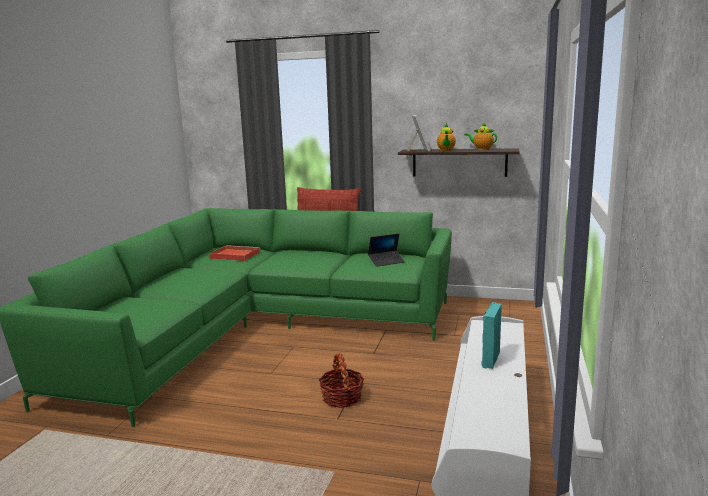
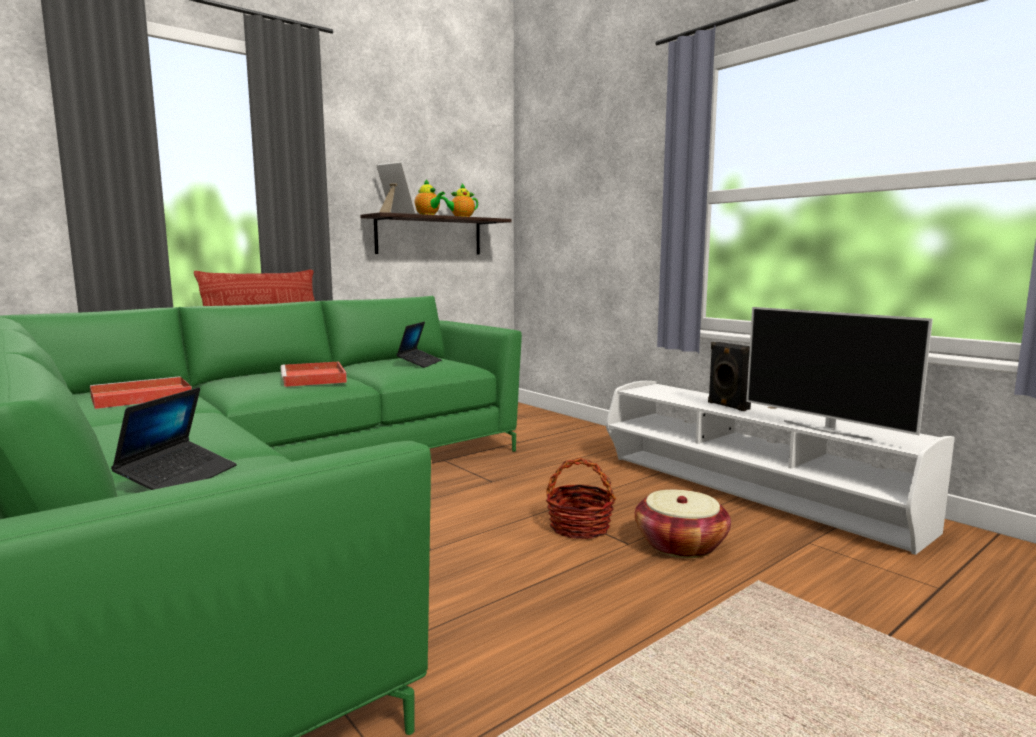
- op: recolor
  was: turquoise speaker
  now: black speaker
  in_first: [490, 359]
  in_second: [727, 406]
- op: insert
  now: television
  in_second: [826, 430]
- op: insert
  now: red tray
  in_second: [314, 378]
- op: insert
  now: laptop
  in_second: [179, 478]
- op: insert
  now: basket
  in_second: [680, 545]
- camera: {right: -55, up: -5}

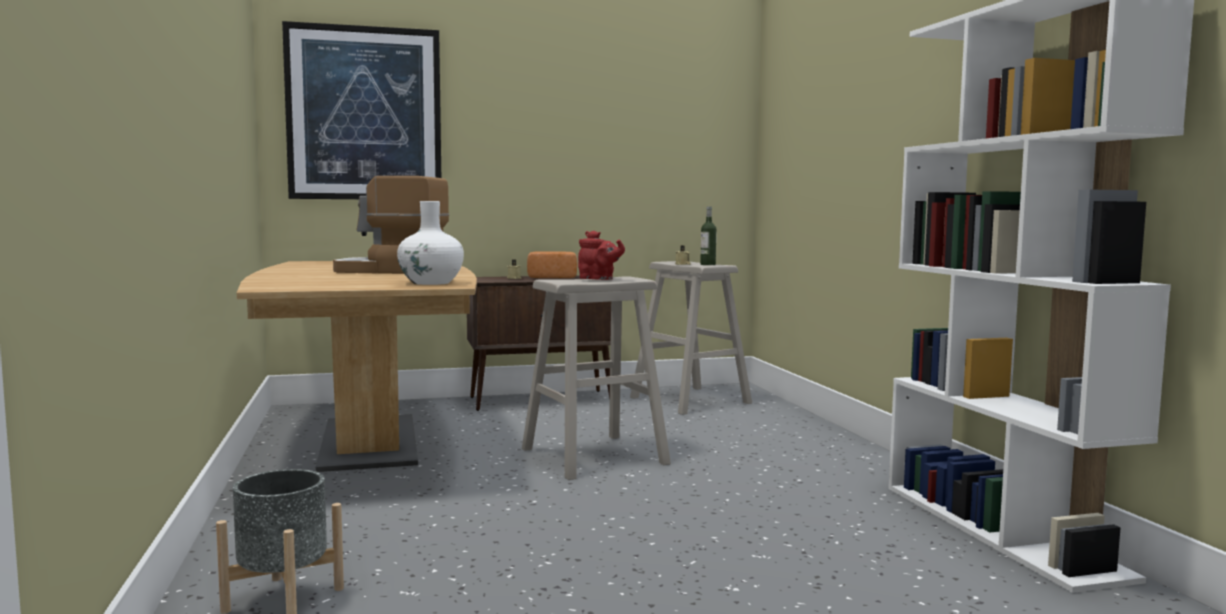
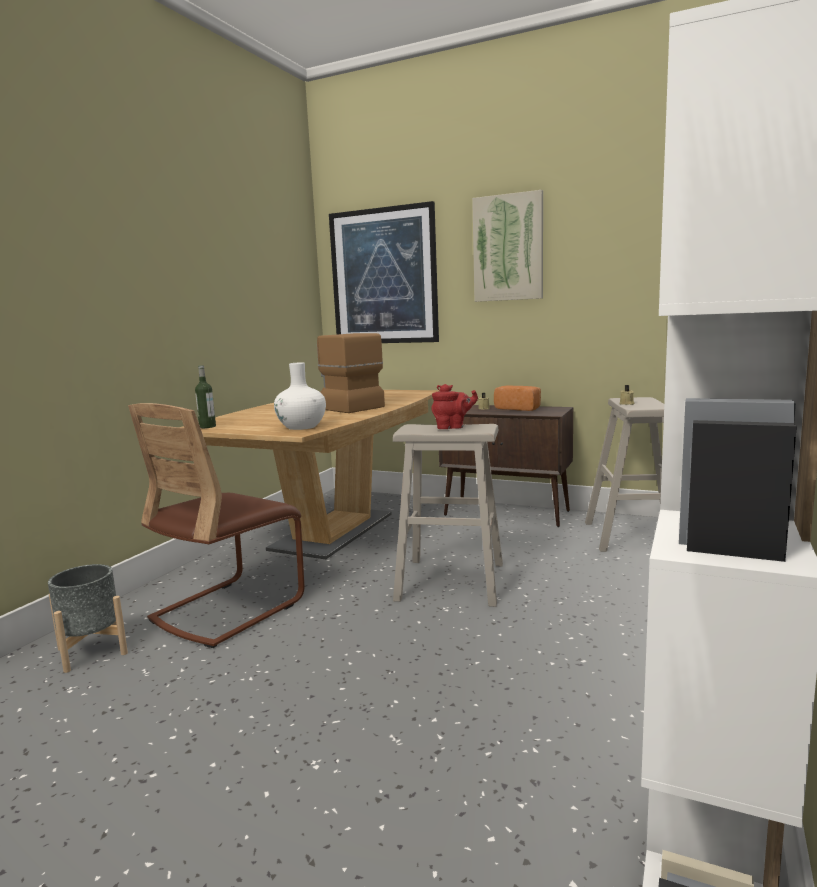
- op: move
  was: bottle
  in_first: [708, 264]
  in_second: [207, 427]
- op: rotate
  was: red teapot
  in_first: [599, 279]
  in_second: [453, 427]
  clockwise: -75
- op: insert
  now: picture
  in_second: [508, 248]
- op: insert
  now: brown chair
  in_second: [228, 609]
- camera: {right: 40, up: 5}

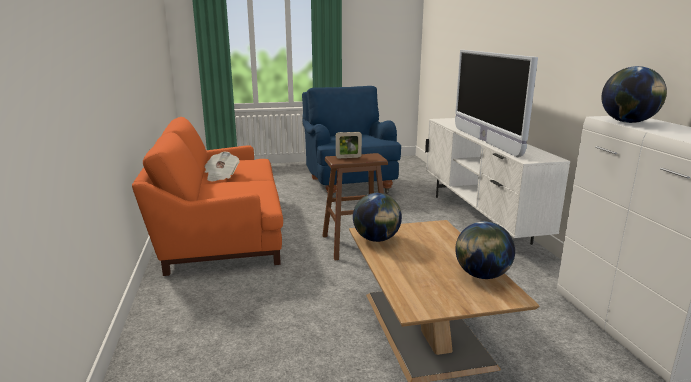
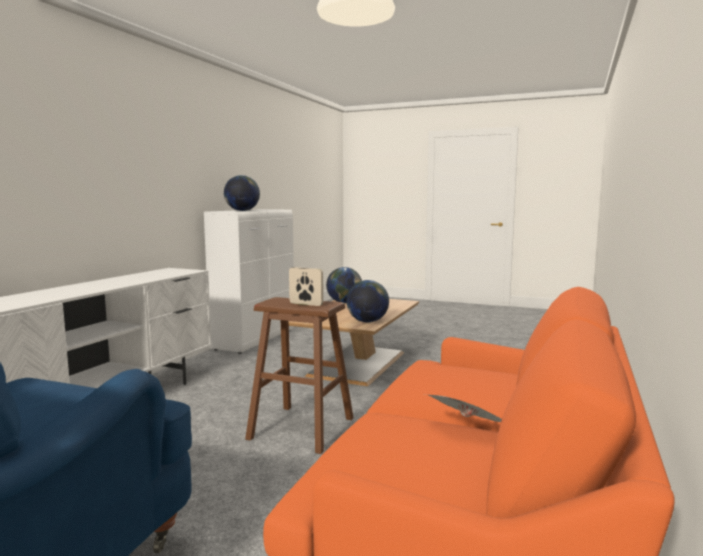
- op: delete
  was: television
  in_first: [485, 141]
- camera: {right: -145, up: -10}

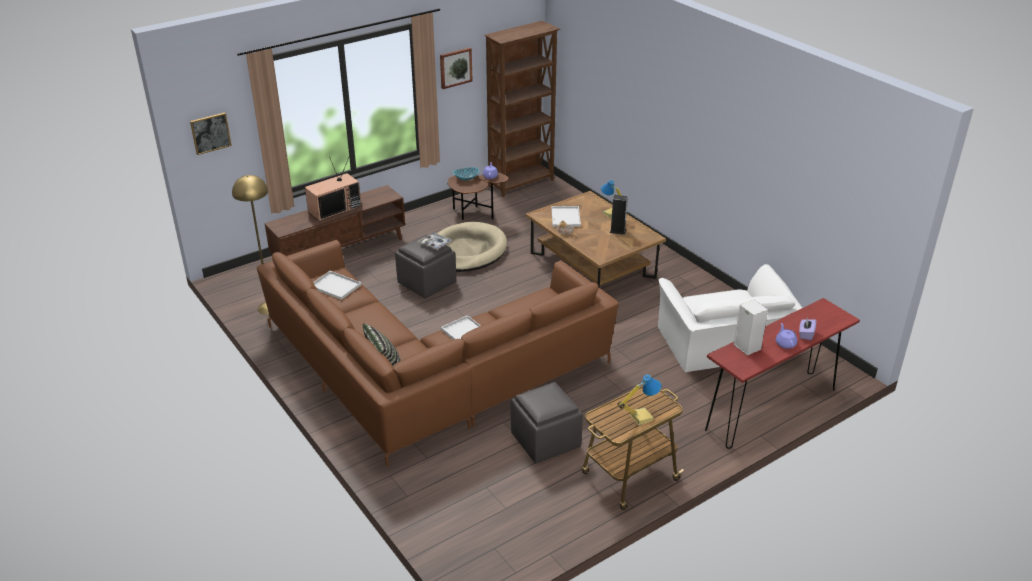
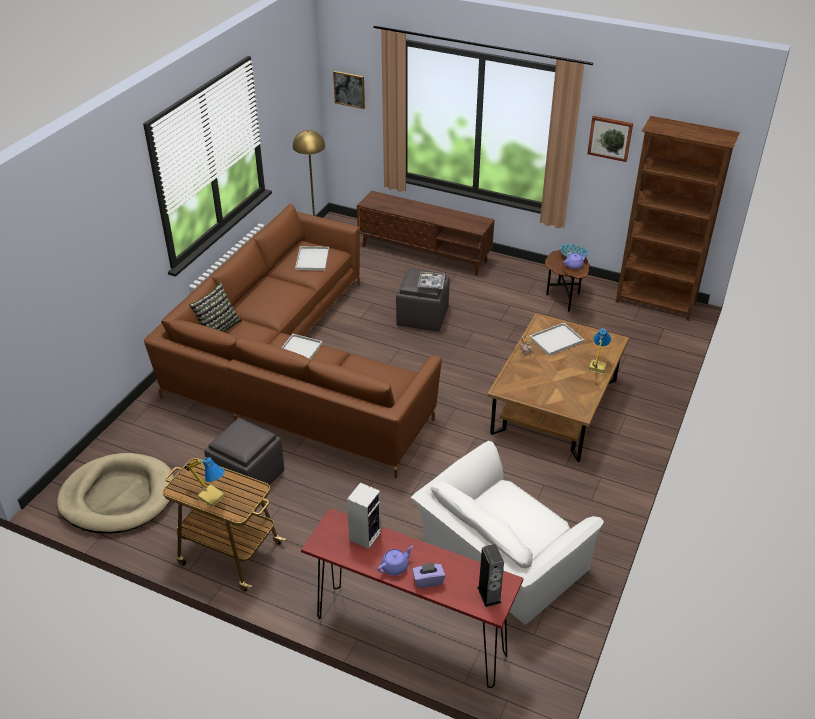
- op: delete
  was: television
  in_first: [335, 208]
- op: move
  was: speaker
  in_first: [618, 231]
  in_second: [489, 595]
- op: move
  was: beige dog bed
  in_first: [467, 251]
  in_second: [118, 497]
- camera: {right: 60, up: 5}

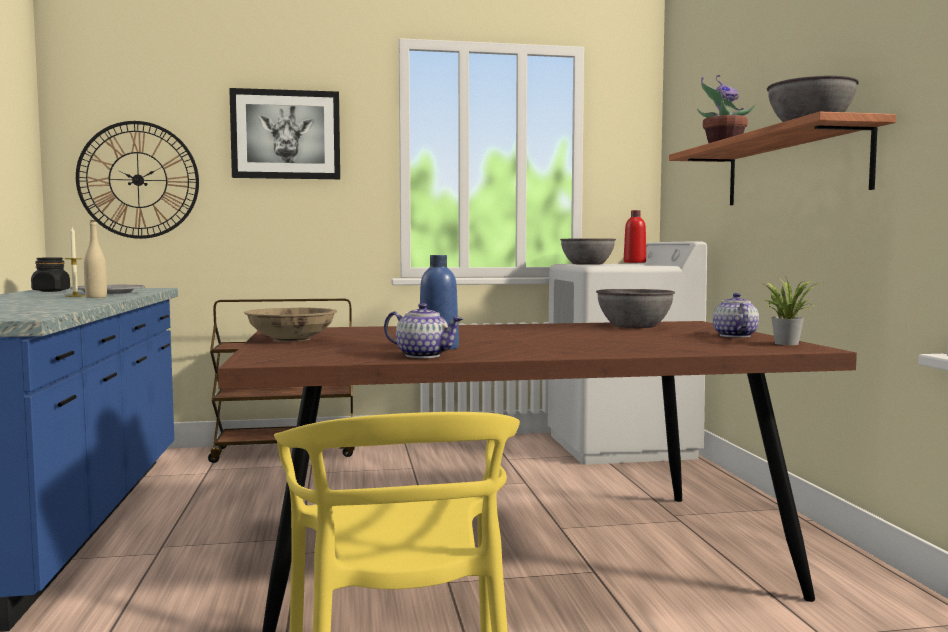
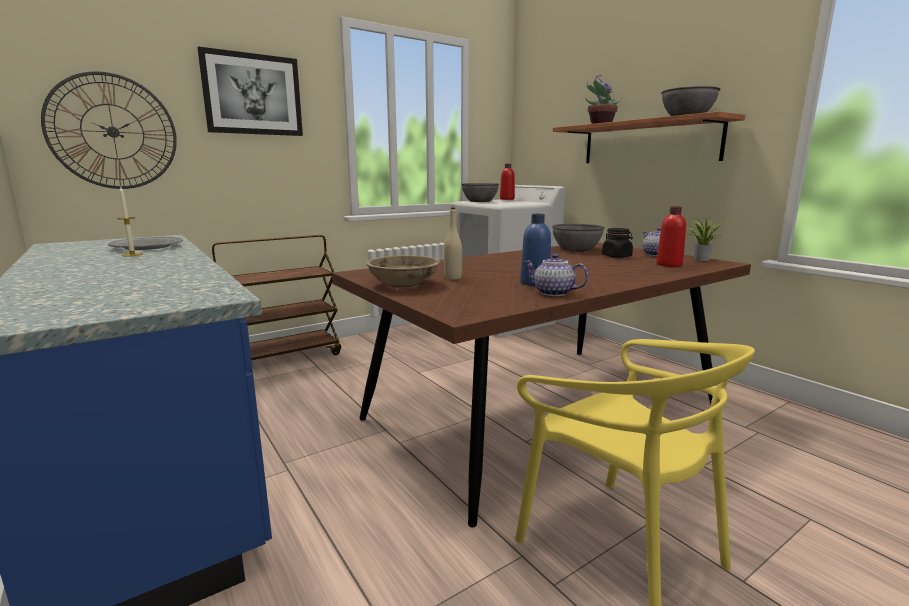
- op: move
  was: beige bottle
  in_first: [96, 297]
  in_second: [453, 278]
- op: move
  was: black jar
  in_first: [51, 291]
  in_second: [616, 256]
- op: rotate
  was: teapot
  in_first: [424, 355]
  in_second: [552, 293]
  clockwise: -150
- op: insert
  now: red bottle
  in_second: [669, 264]
- camera: {right: -25, up: 10}

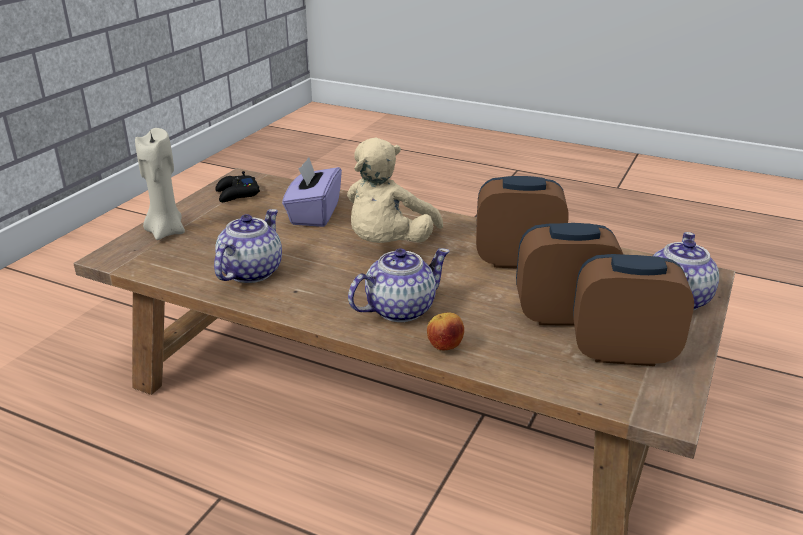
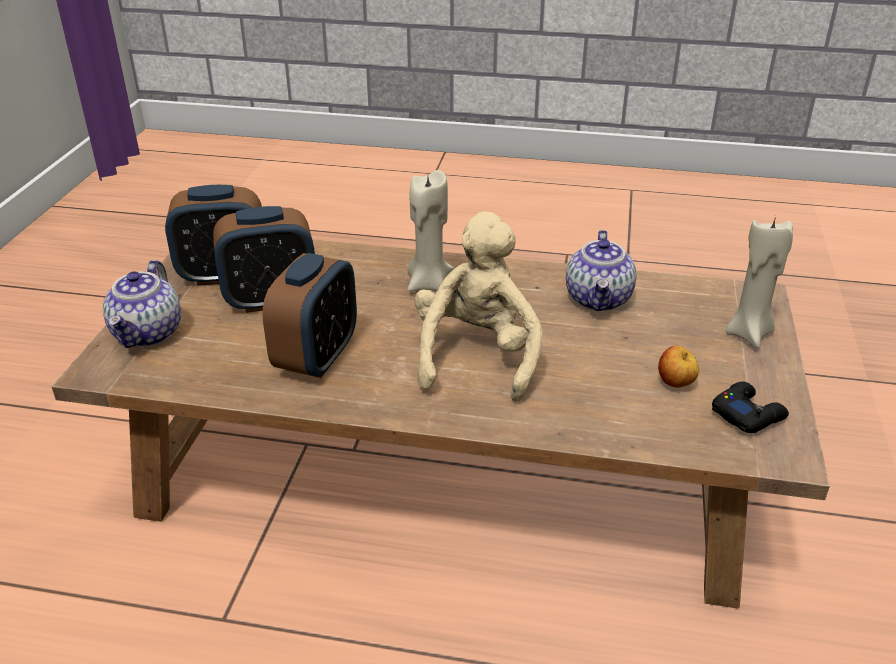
- op: delete
  was: purple tissue box
  in_first: [314, 214]
- op: rotate
  was: alarm clock
  in_first: [517, 260]
  in_second: [317, 357]
  clockwise: -60
- op: replace
  was: teapot
  now: beige candle
  in_first: [399, 309]
  in_second: [428, 283]
- op: move
  was: apple
  in_first: [444, 347]
  in_second: [675, 384]
- camera: {right: 165, up: 5}

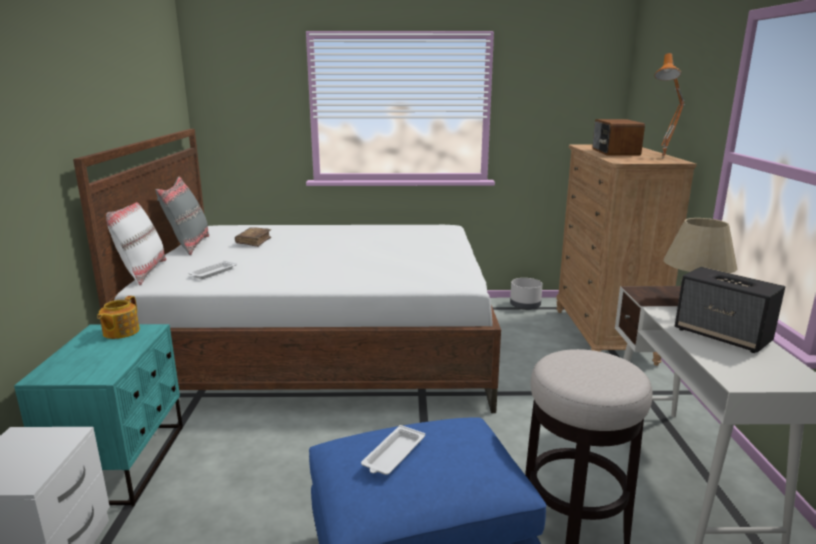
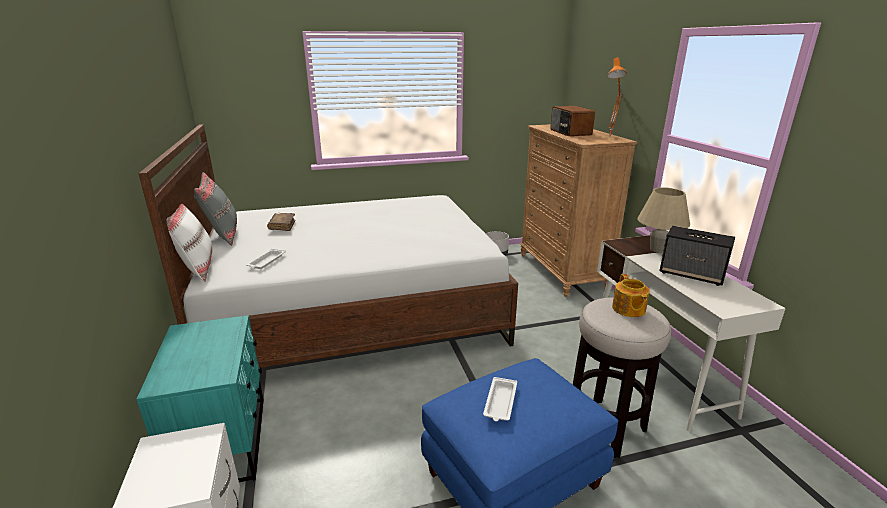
- op: move
  was: teapot
  in_first: [120, 332]
  in_second: [628, 309]
- camera: {right: -15, up: 5}

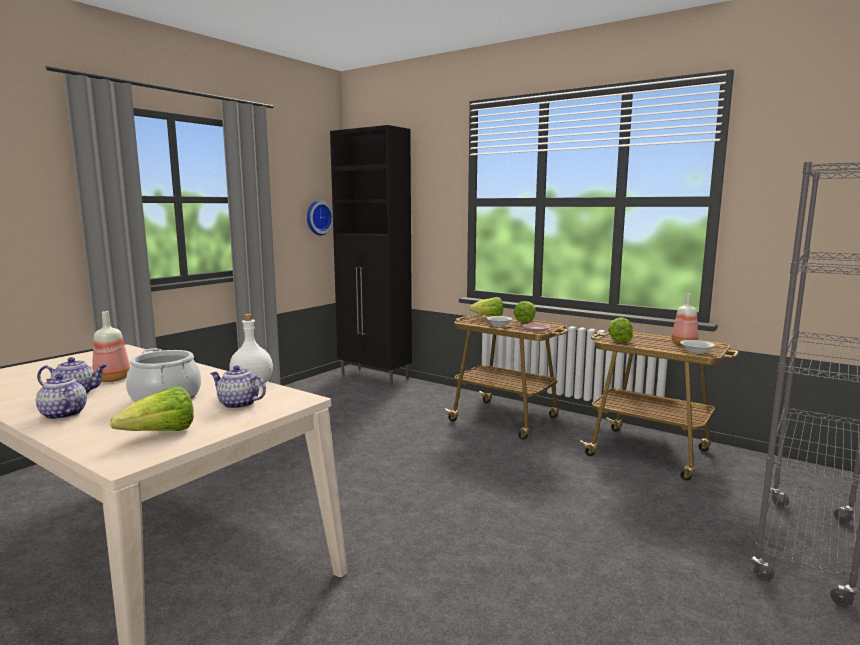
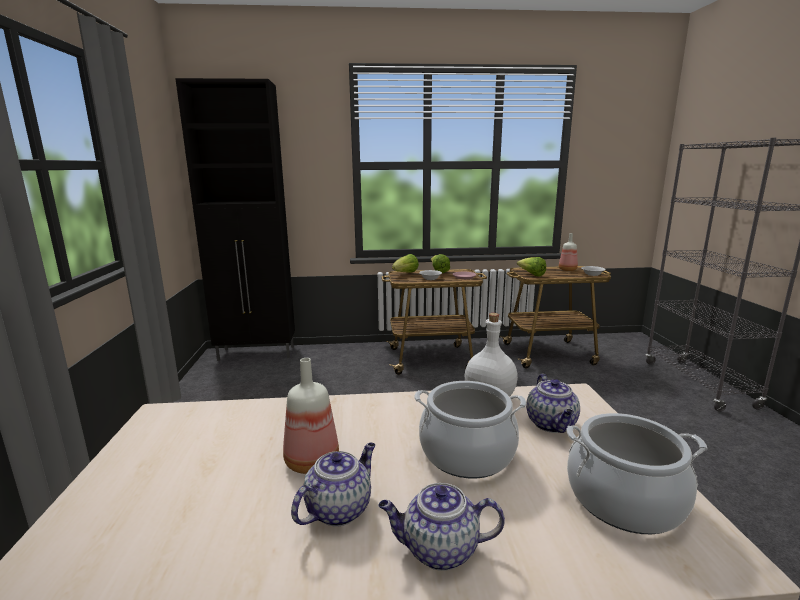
- op: delete
  was: wall clock
  in_first: [317, 217]
- op: rotate
  was: teapot
  in_first: [237, 404]
  in_second: [552, 425]
  clockwise: -75
- op: replace
  was: lettuce
  now: cooking pot
  in_first: [161, 434]
  in_second: [624, 499]
- camera: {right: -40, up: 5}

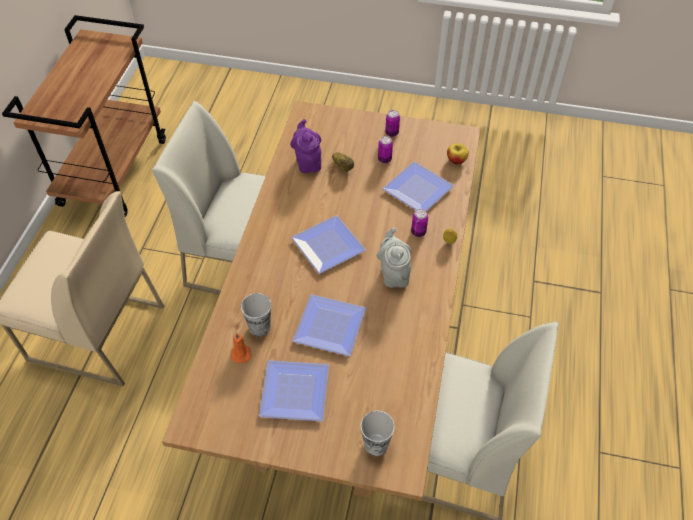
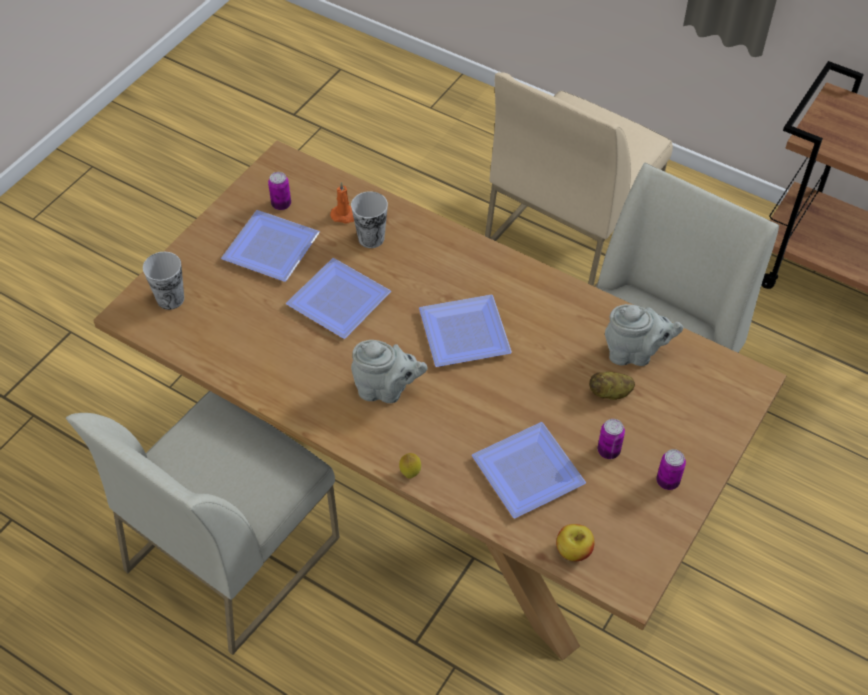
- op: recolor
  was: purple teapot
  now: grey teapot
  in_first: [308, 162]
  in_second: [634, 353]
- op: move
  was: can
  in_first: [418, 232]
  in_second: [281, 204]
- camera: {right: 110, up: 0}

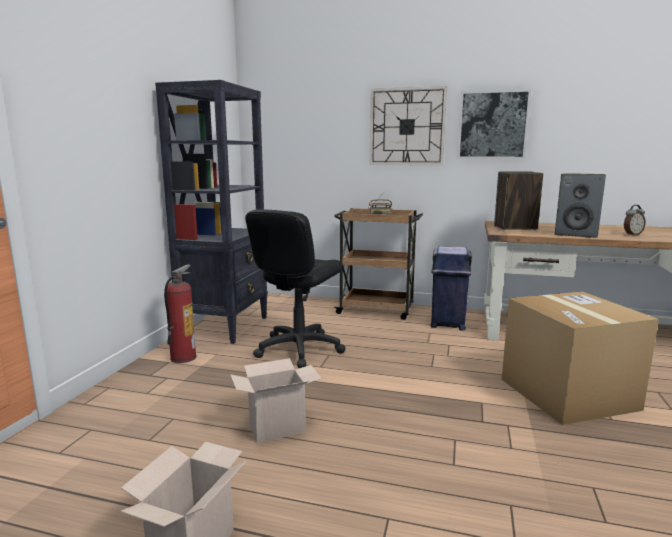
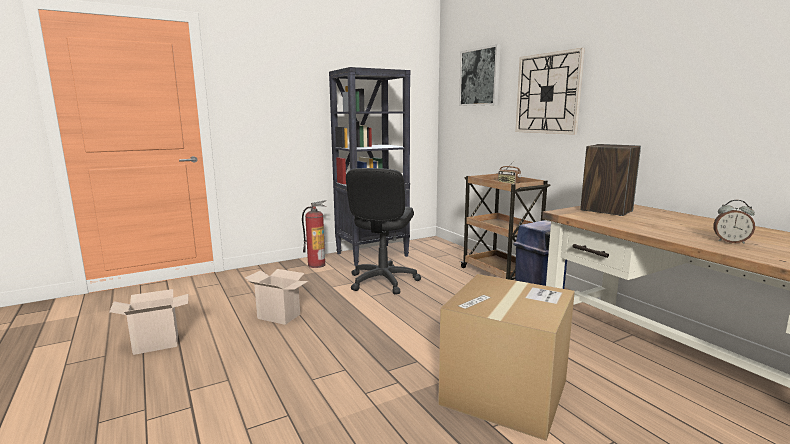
- op: move
  was: picture
  in_first: [492, 125]
  in_second: [480, 77]
- op: delete
  was: speaker
  in_first: [576, 234]
- op: rotate
  was: black office chair
  in_first: [298, 349]
  in_second: [382, 281]
  clockwise: -60
- camera: {right: 45, up: 0}

